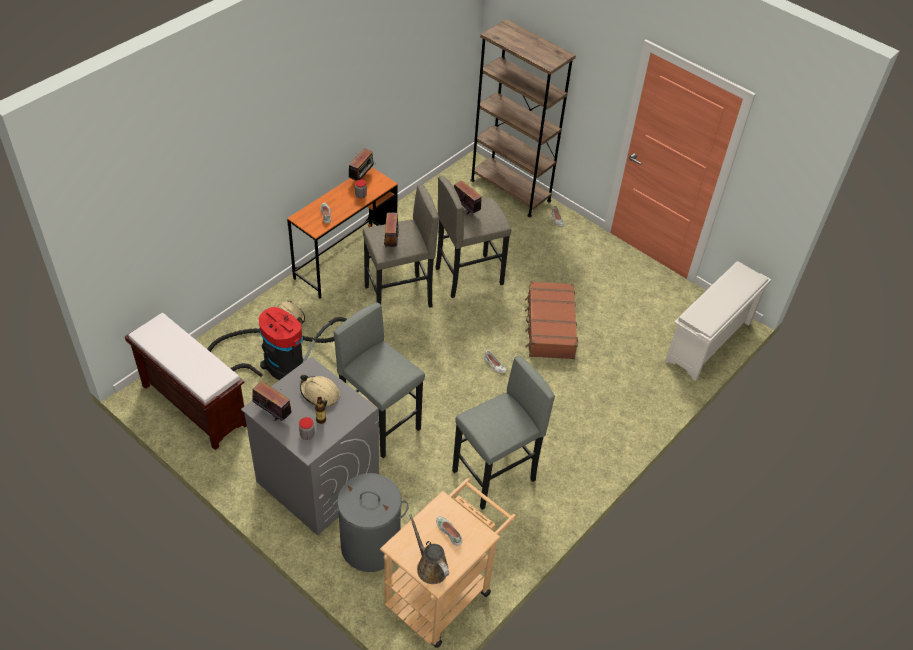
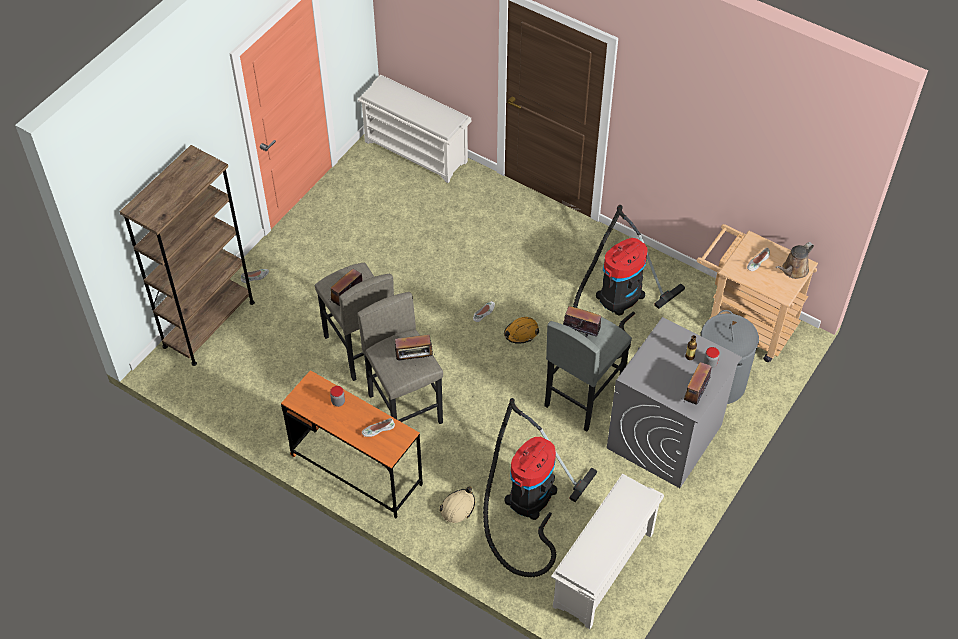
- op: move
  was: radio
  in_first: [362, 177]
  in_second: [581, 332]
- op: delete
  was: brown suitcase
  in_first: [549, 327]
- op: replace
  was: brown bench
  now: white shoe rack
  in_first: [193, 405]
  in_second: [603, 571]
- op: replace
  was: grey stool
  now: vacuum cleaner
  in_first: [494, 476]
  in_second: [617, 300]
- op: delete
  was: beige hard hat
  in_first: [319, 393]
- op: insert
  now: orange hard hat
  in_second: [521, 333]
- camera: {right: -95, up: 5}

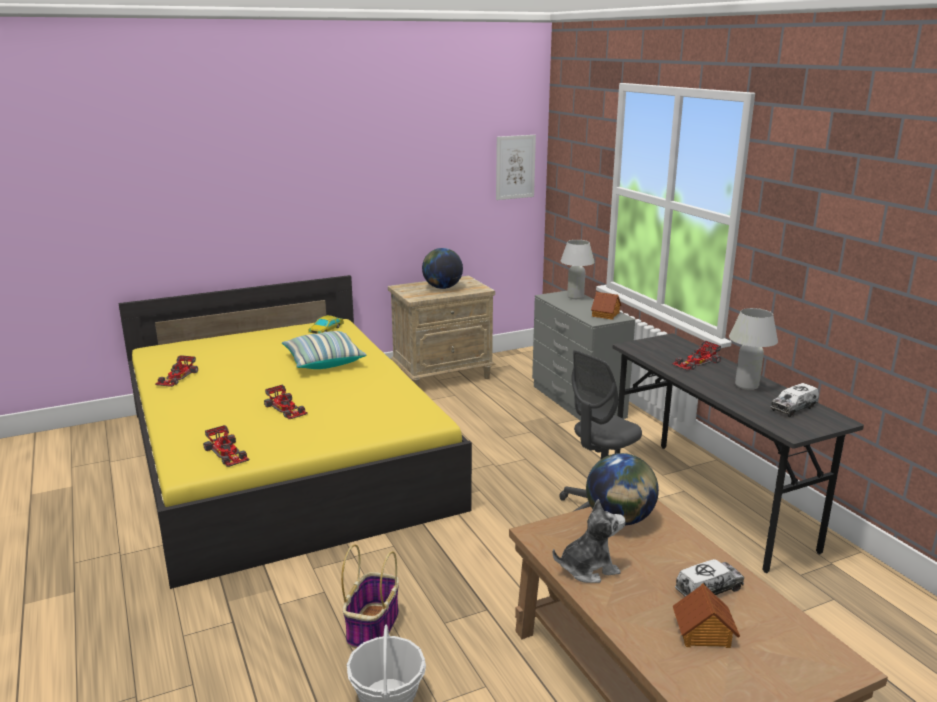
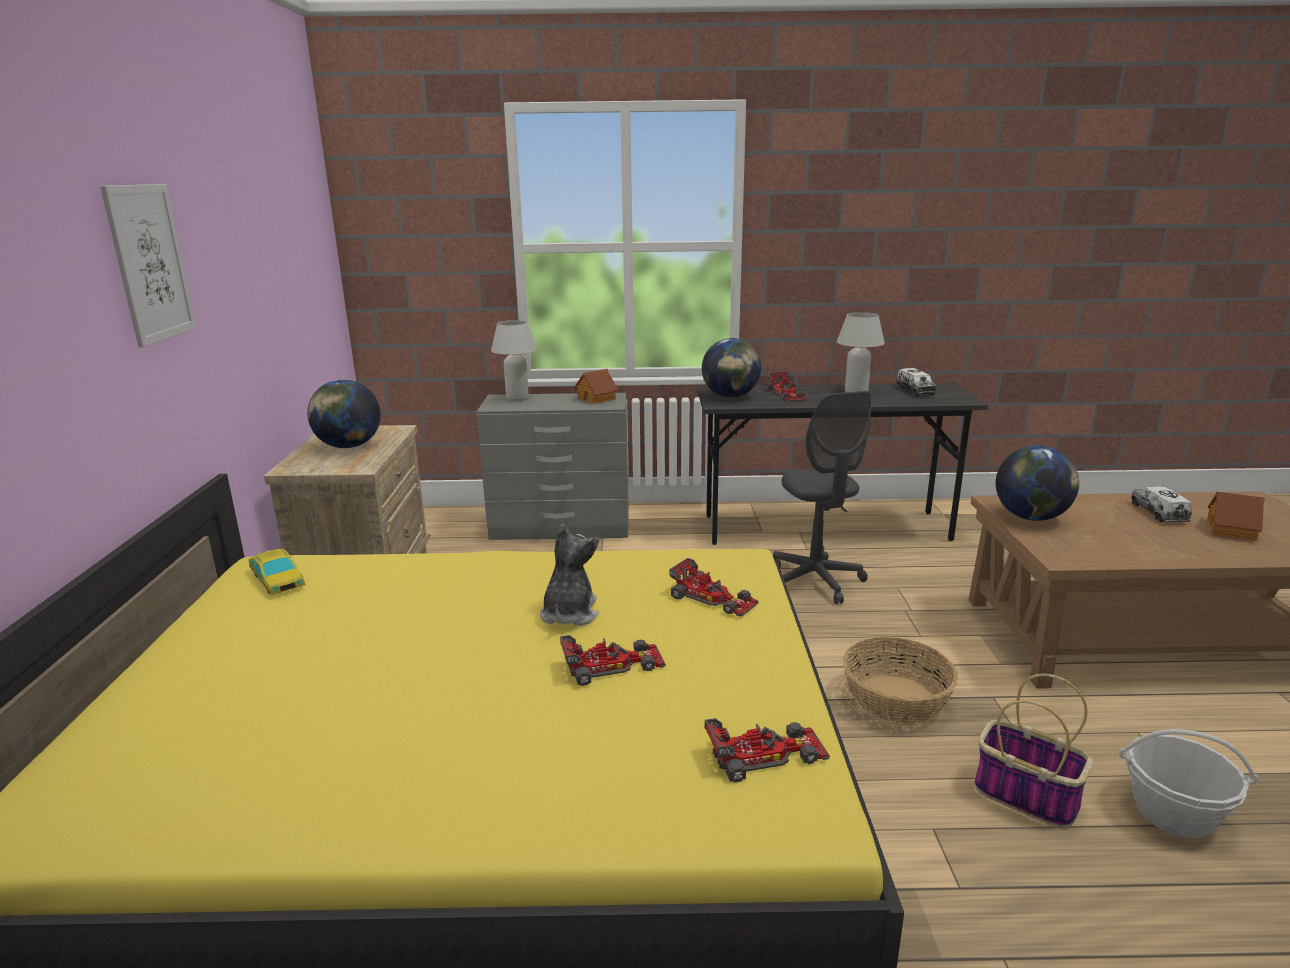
- op: move
  was: picture
  in_first: [515, 167]
  in_second: [150, 263]
- op: delete
  was: pillow
  in_first: [323, 361]
- op: move
  was: toy car
  in_first: [177, 377]
  in_second: [712, 597]
- op: move
  was: plush toy
  in_first: [588, 568]
  in_second: [569, 613]
- op: insert
  now: globe
  in_second: [730, 396]
- op: insert
  now: basket
  in_second: [894, 699]
- camera: {right: -65, up: 0}

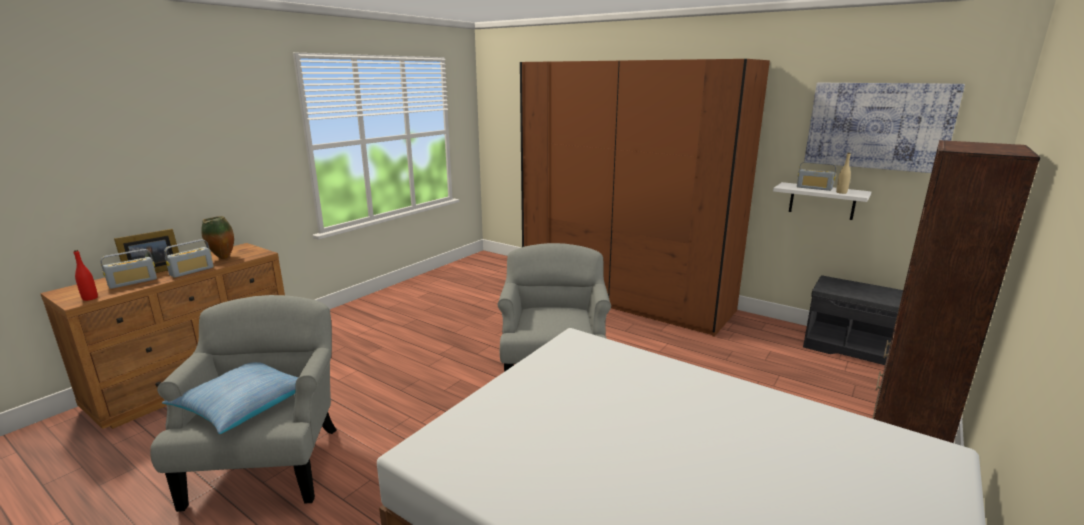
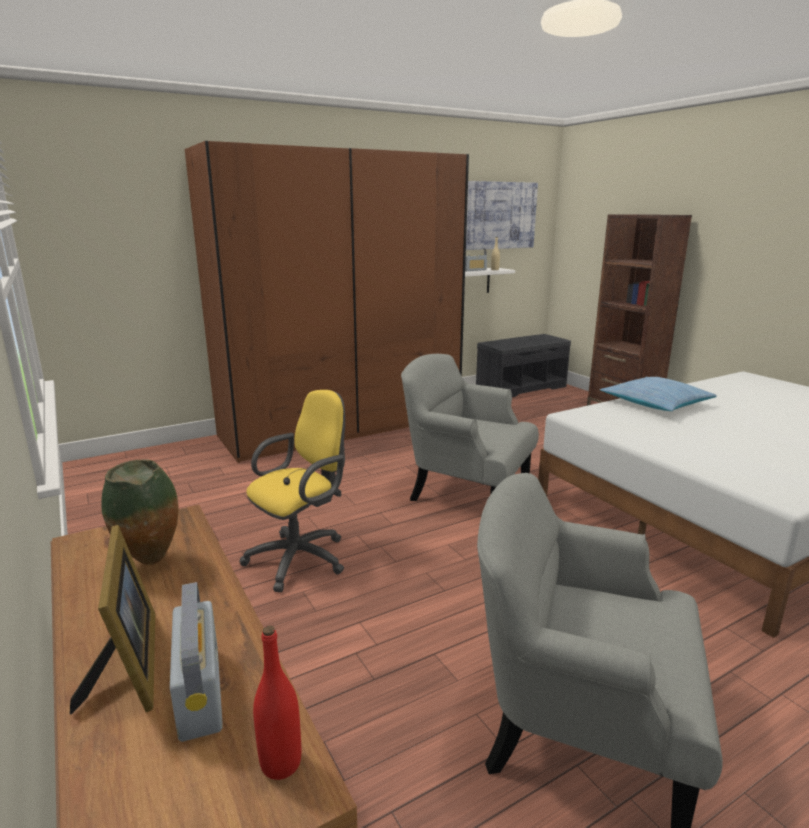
- op: delete
  was: radio
  in_first: [192, 271]
- op: move
  was: pillow
  in_first: [243, 404]
  in_second: [655, 404]
- op: insert
  now: yellow office chair
  in_second: [302, 557]
- camera: {right: -65, up: 0}

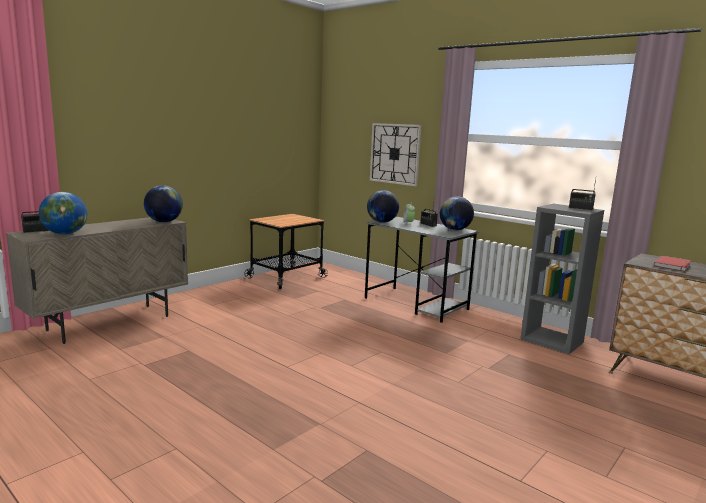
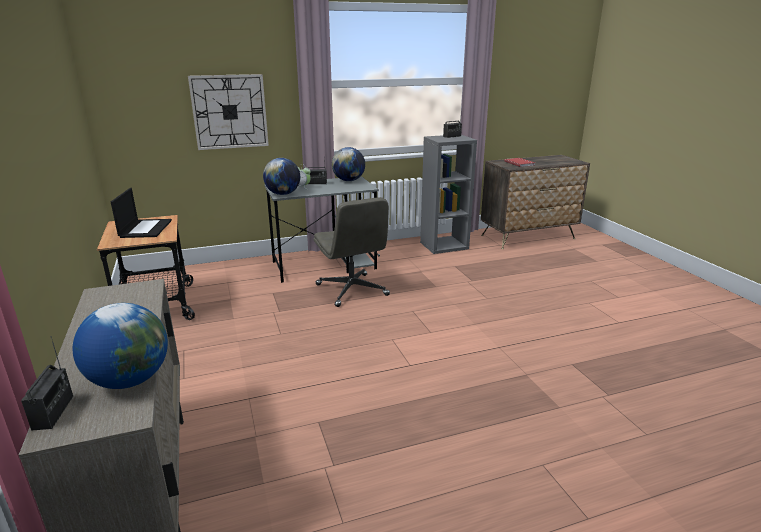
- op: delete
  was: globe
  in_first: [164, 222]
- op: insert
  now: laptop
  in_second: [145, 228]
- op: insert
  now: grey office chair
  in_second: [352, 290]
- camera: {right: -60, up: 10}

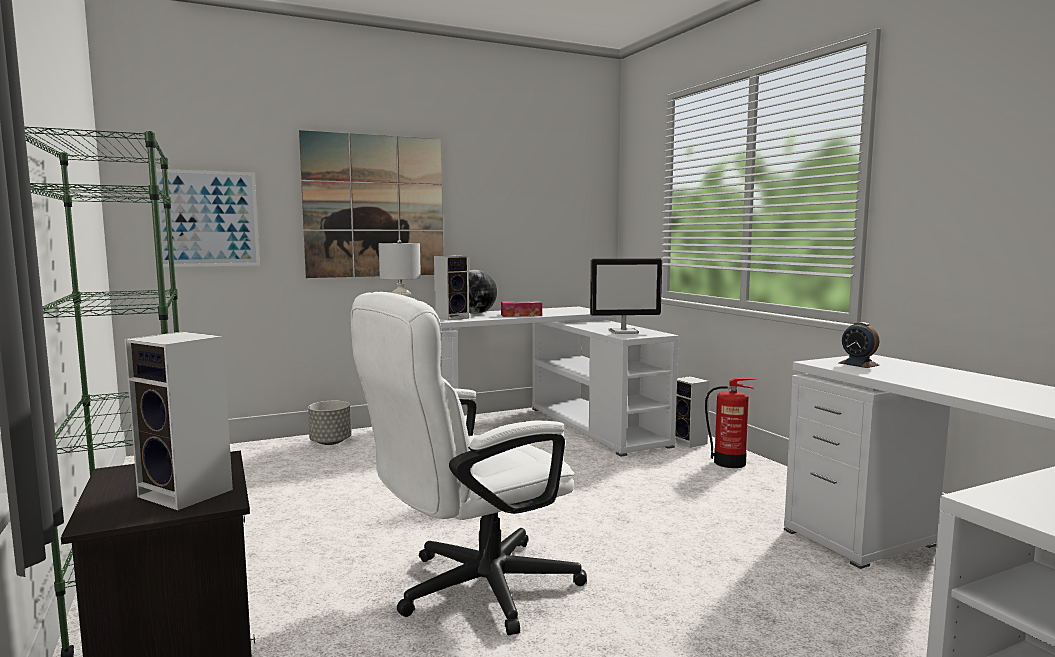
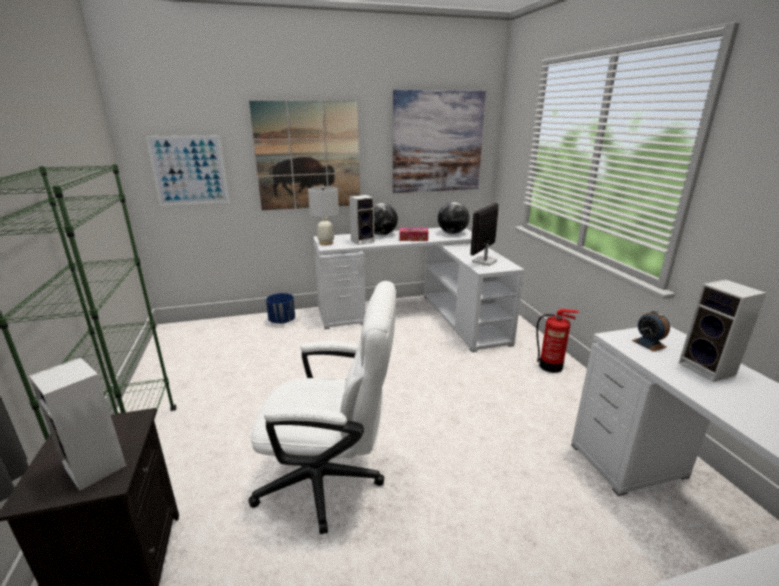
- op: rotate
  was: monitor
  in_first: [624, 332]
  in_second: [484, 262]
  clockwise: 120
- op: rotate
  was: white office chair
  in_first: [471, 590]
  in_second: [331, 480]
  clockwise: -150
- op: move
  was: speaker
  in_first: [690, 442]
  in_second: [709, 369]
- op: recolor
  was: grey planter
  now: blue planter
  in_first: [330, 442]
  in_second: [282, 321]
- op: insert
  now: picture
  in_second: [437, 142]
- op: insert
  now: globe
  in_second: [452, 233]
- camera: {right: 10, up: 15}

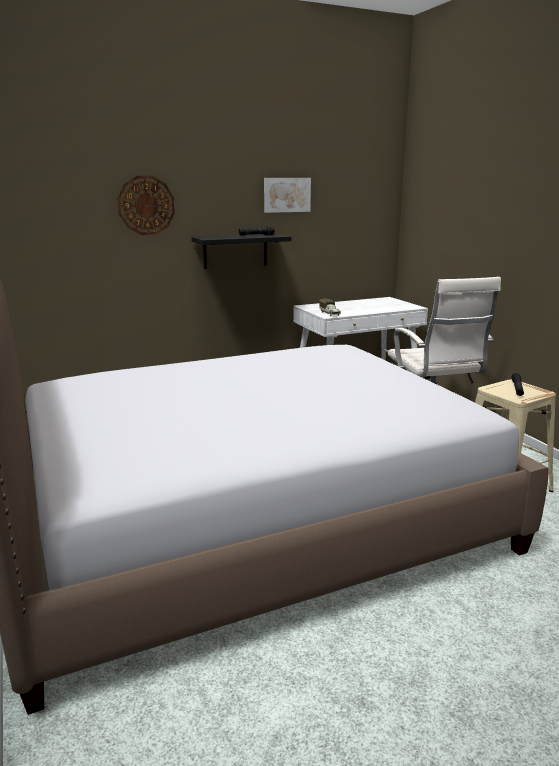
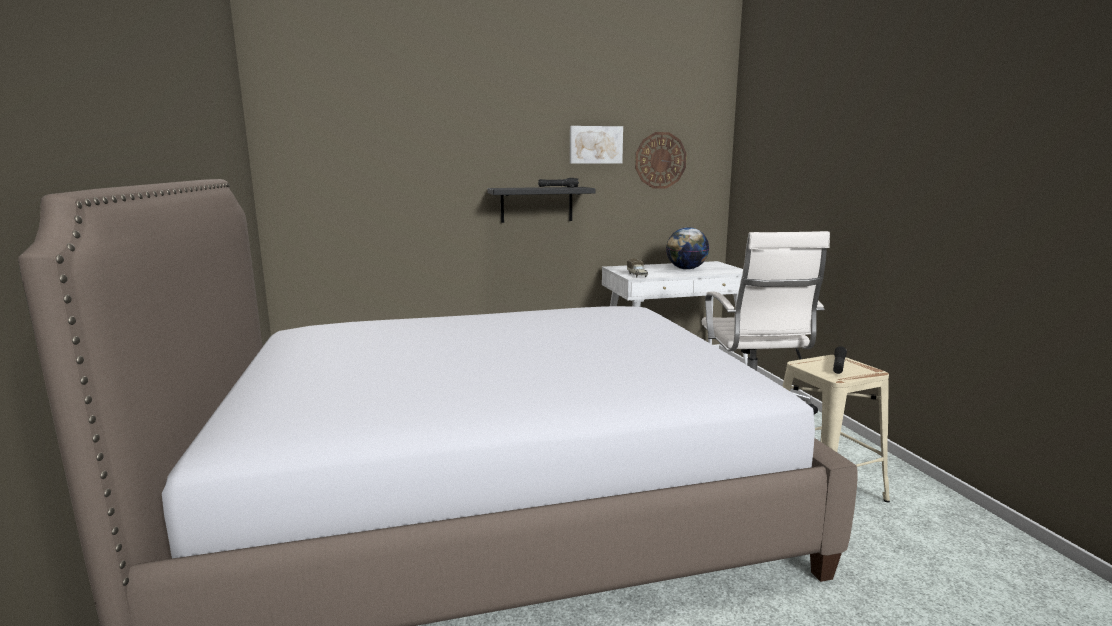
- op: move
  was: wall clock
  in_first: [146, 205]
  in_second: [660, 160]
- op: insert
  now: globe
  in_second: [686, 269]
- camera: {right: 10, up: -5}

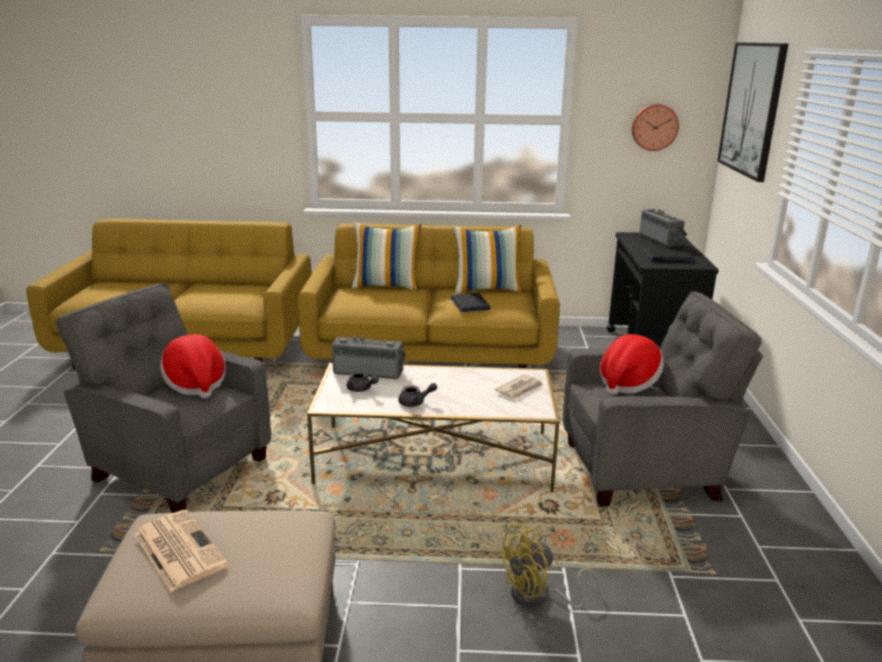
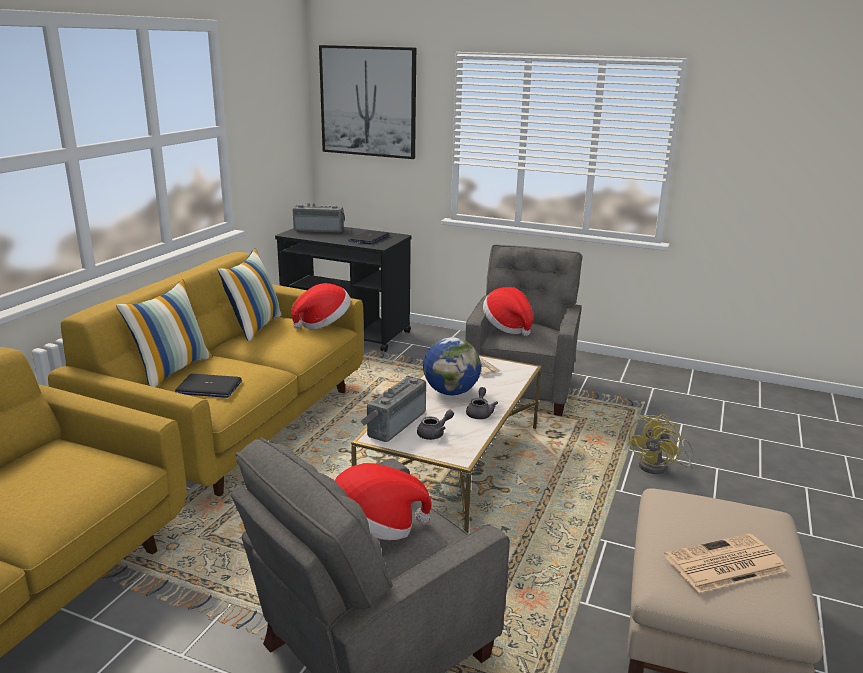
- op: delete
  was: wall clock
  in_first: [654, 127]
- op: move
  was: laptop
  in_first: [469, 303]
  in_second: [208, 387]
- op: rotate
  was: yellow fan
  in_first: [538, 597]
  in_second: [659, 467]
  clockwise: 45
- op: insert
  now: hat
  in_second: [323, 323]
- op: insert
  now: globe
  in_second: [451, 392]
- camera: {right: -70, up: 0}

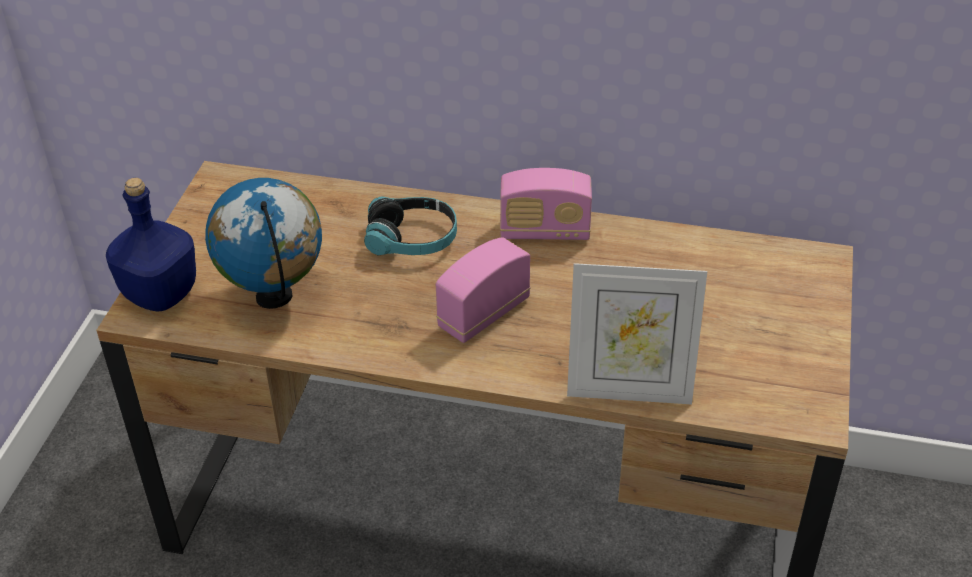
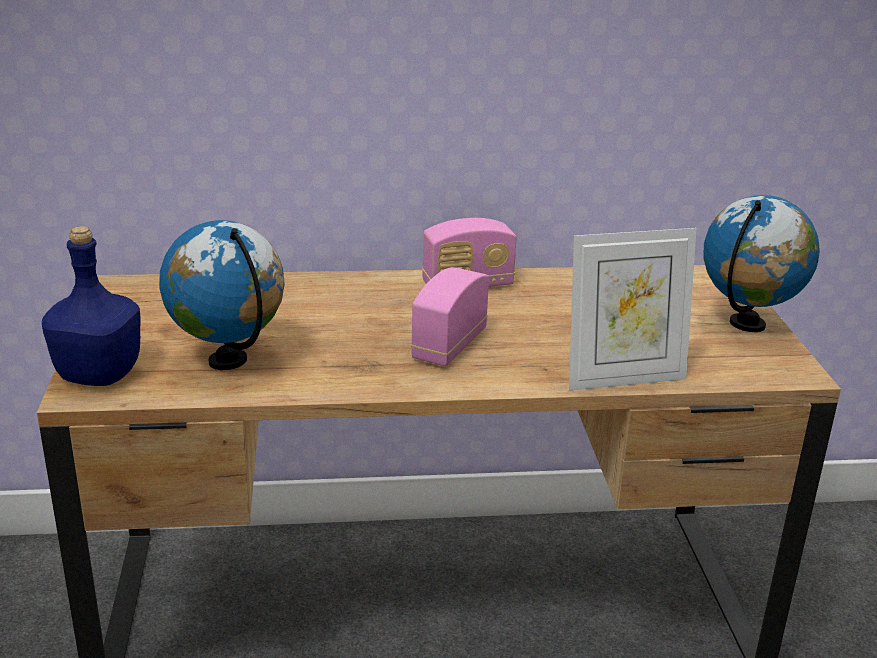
- op: delete
  was: headphones
  in_first: [412, 239]
- op: insert
  now: globe
  in_second: [747, 324]
- camera: {right: -20, up: -15}

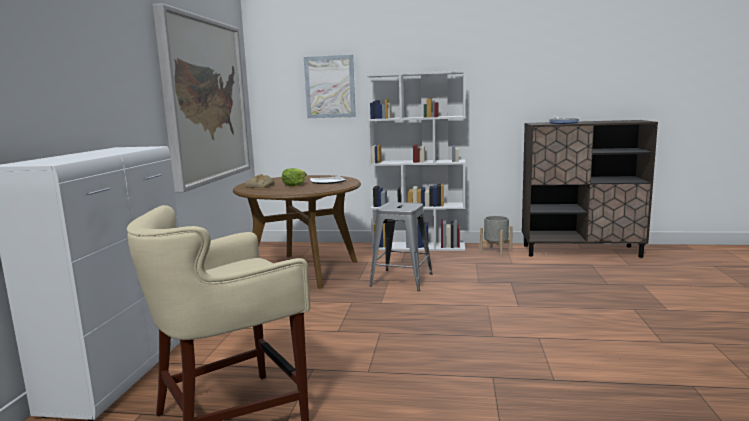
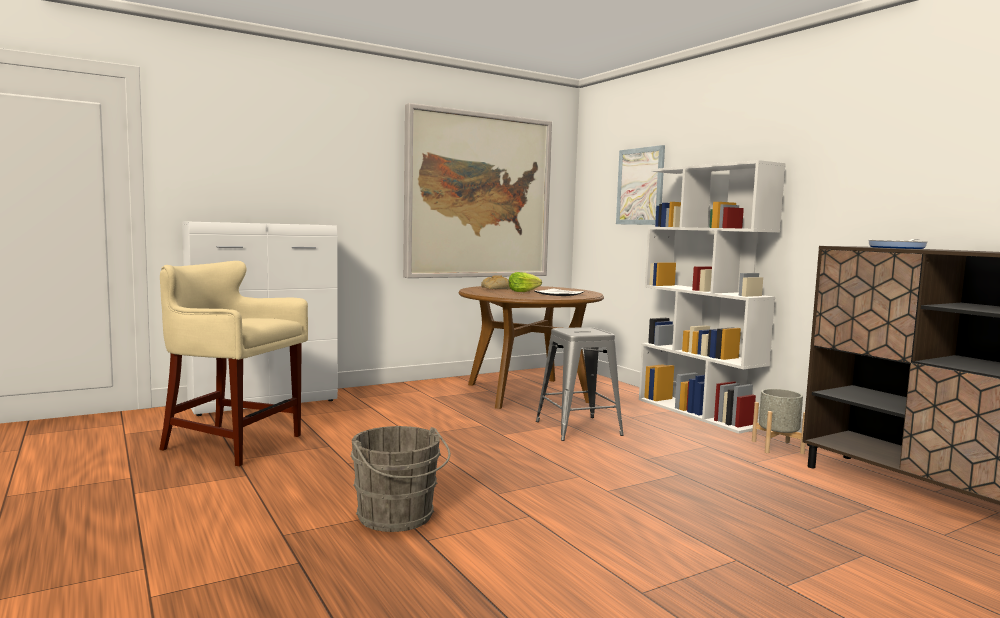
- op: insert
  now: grey bucket
  in_second: [397, 518]
- camera: {right: 50, up: -5}

